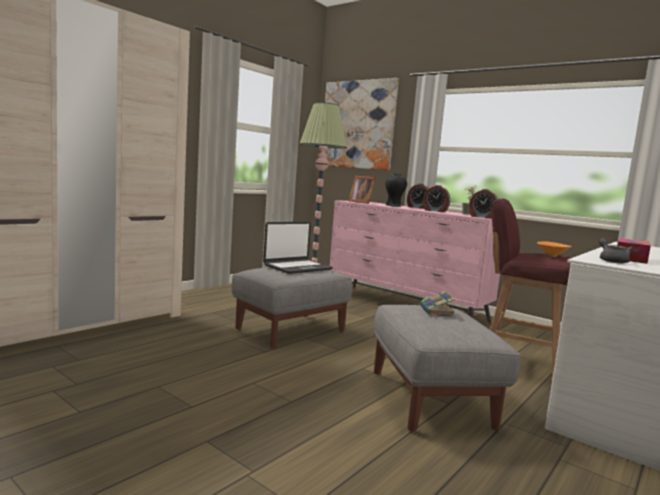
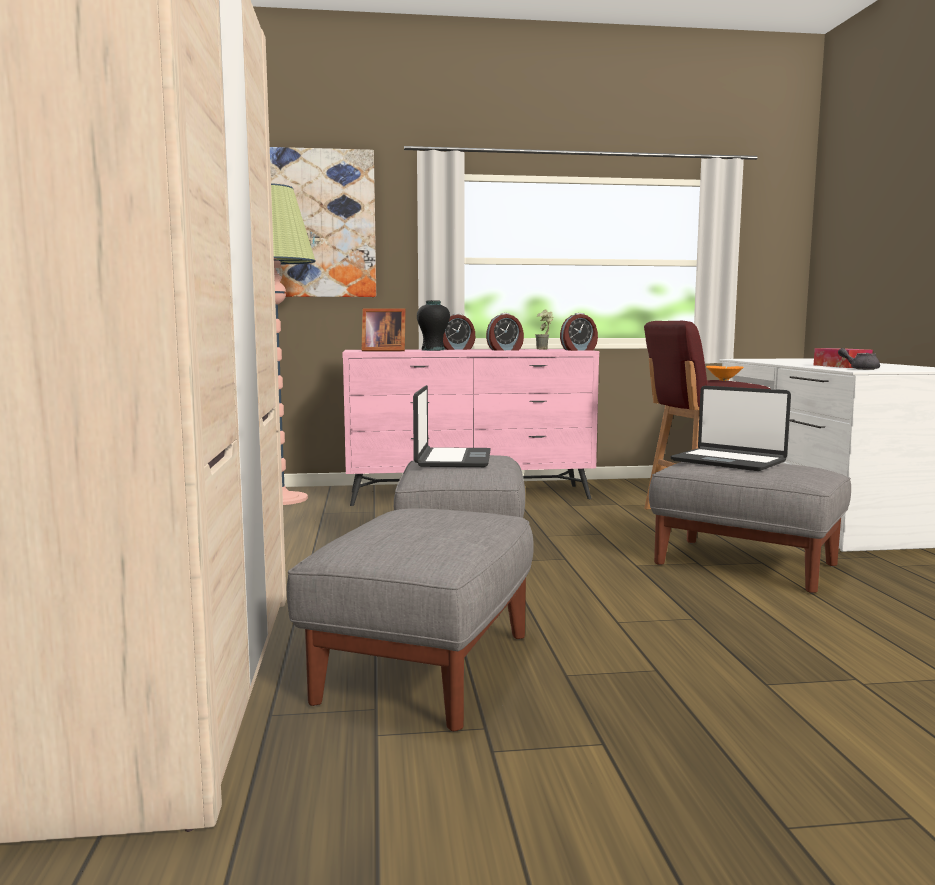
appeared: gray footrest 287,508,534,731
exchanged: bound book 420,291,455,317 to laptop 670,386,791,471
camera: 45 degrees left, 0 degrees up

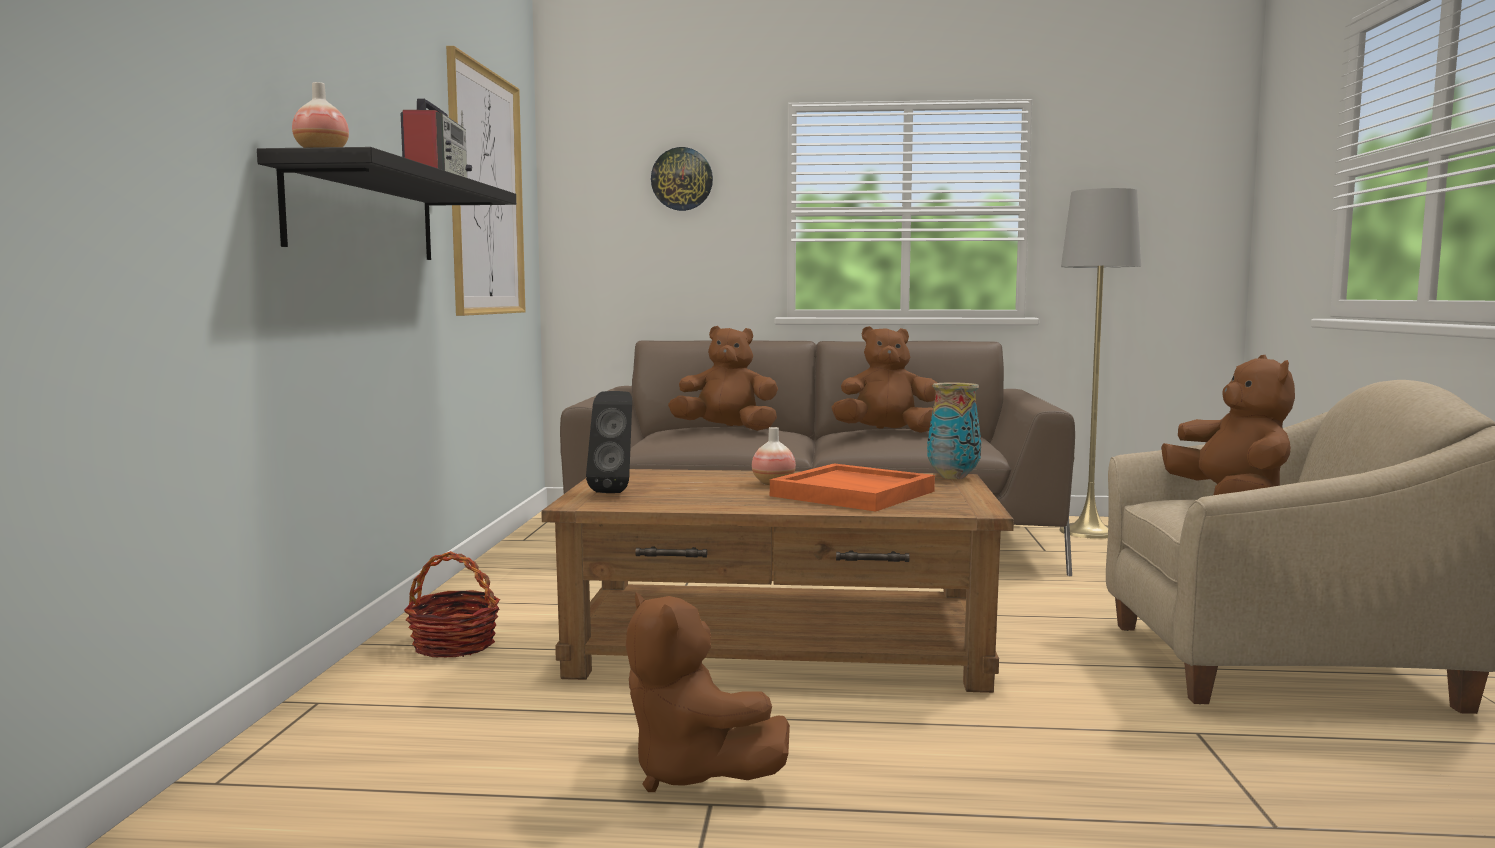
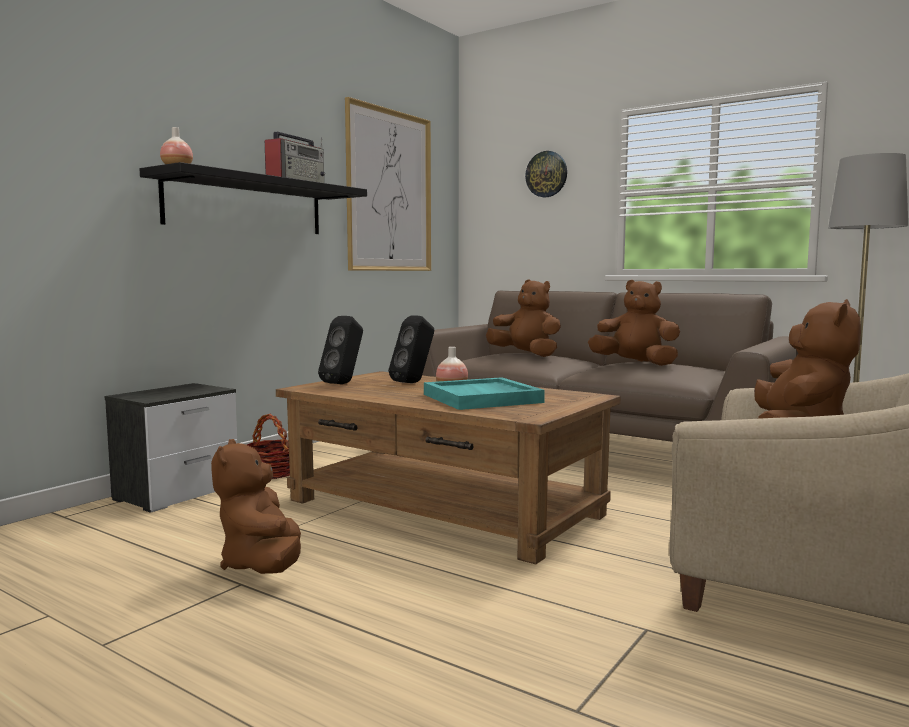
missing: vase 927,383,981,479
appeared: blackish audio speaker 389,315,434,383; bedside table 105,383,237,513
colour: orange-coloured serving tray 770,464,935,512 to turquoise serving tray 424,377,545,410
camera: 30 degrees right, 0 degrees up

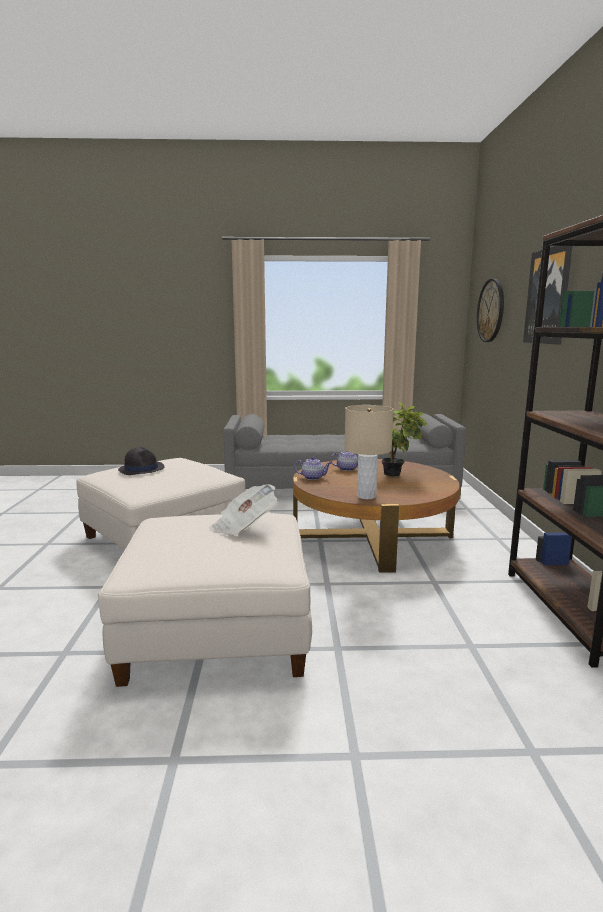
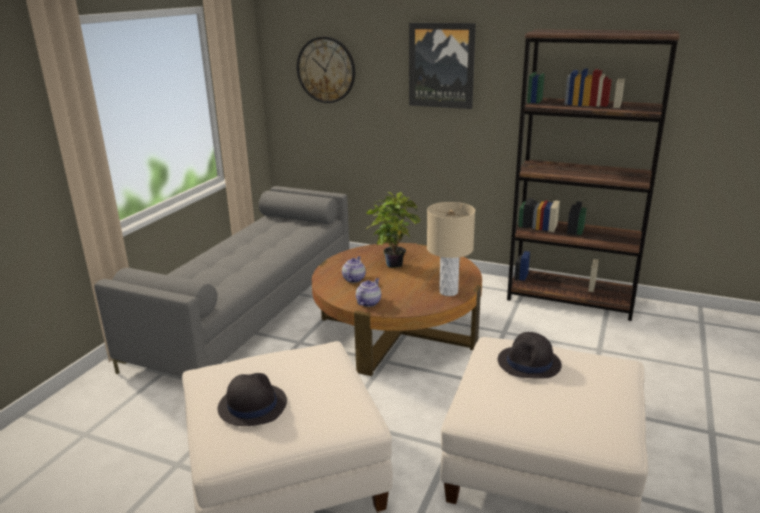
exchanged: printed paper 209,484,277,536 to blackish wearable hat 498,332,562,378
camera: 65 degrees left, 10 degrees up

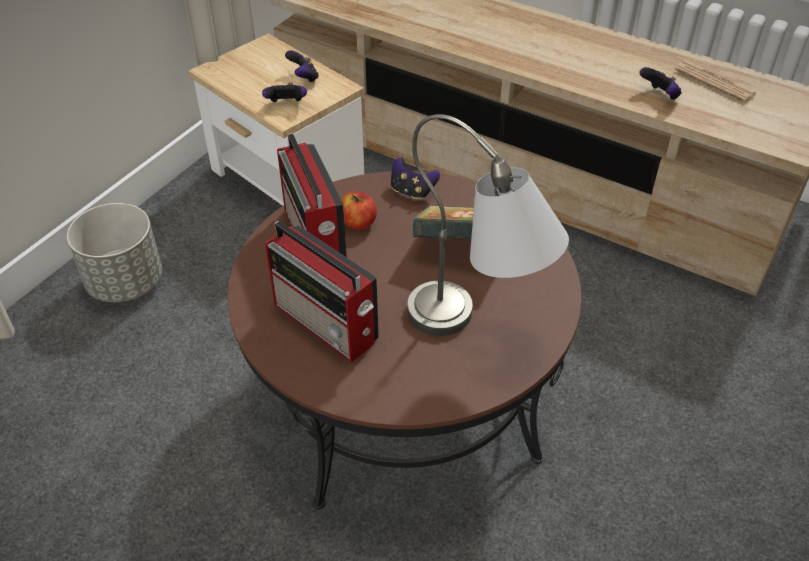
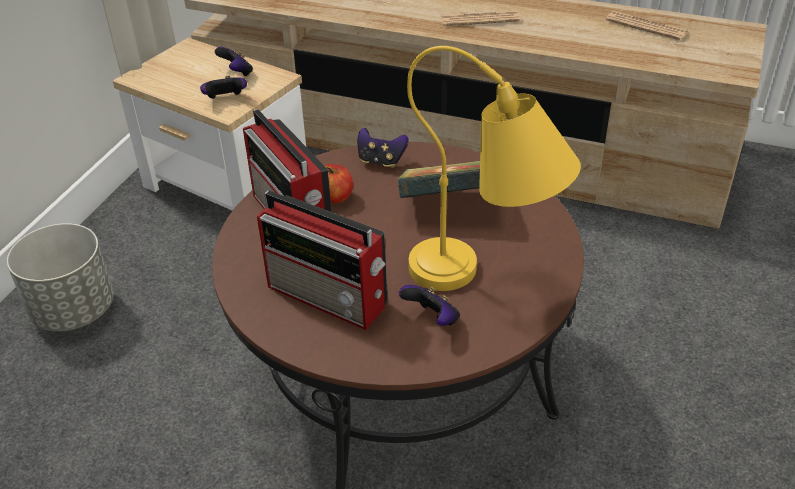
appeared: printed paper 441,11,520,26
relocated: joypad 639,67,682,100 to 399,285,460,326
colour: gray lamp for a table 407,114,569,336 to yellow-coloured lamp for a table 407,46,581,291
camera: 10 degrees left, 5 degrees down

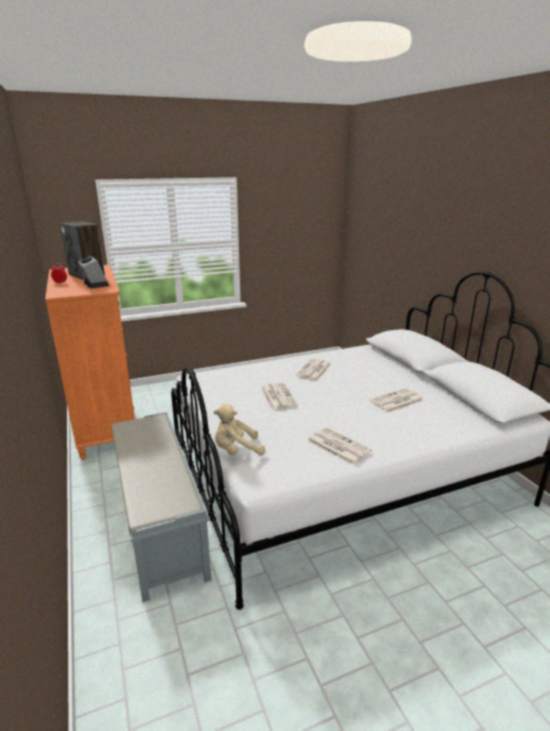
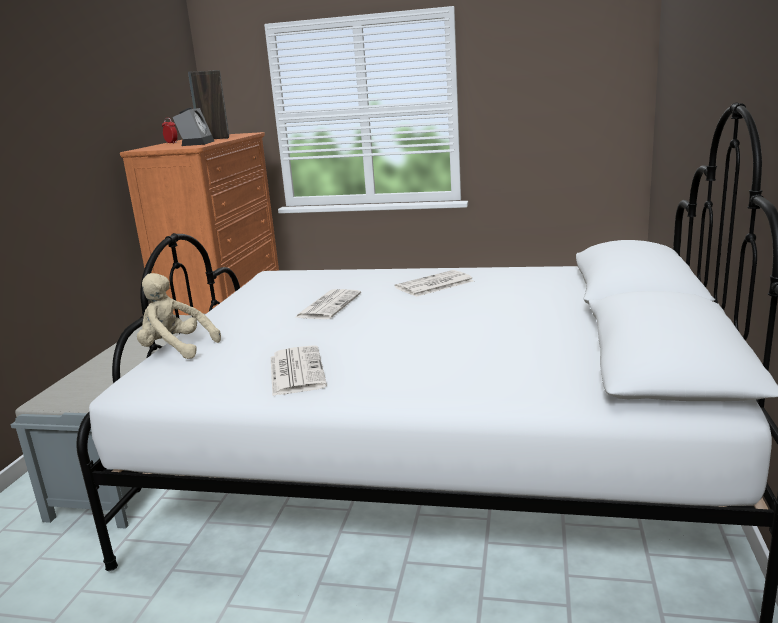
missing: printed paper 370,388,424,413
camera: 35 degrees right, 5 degrees down

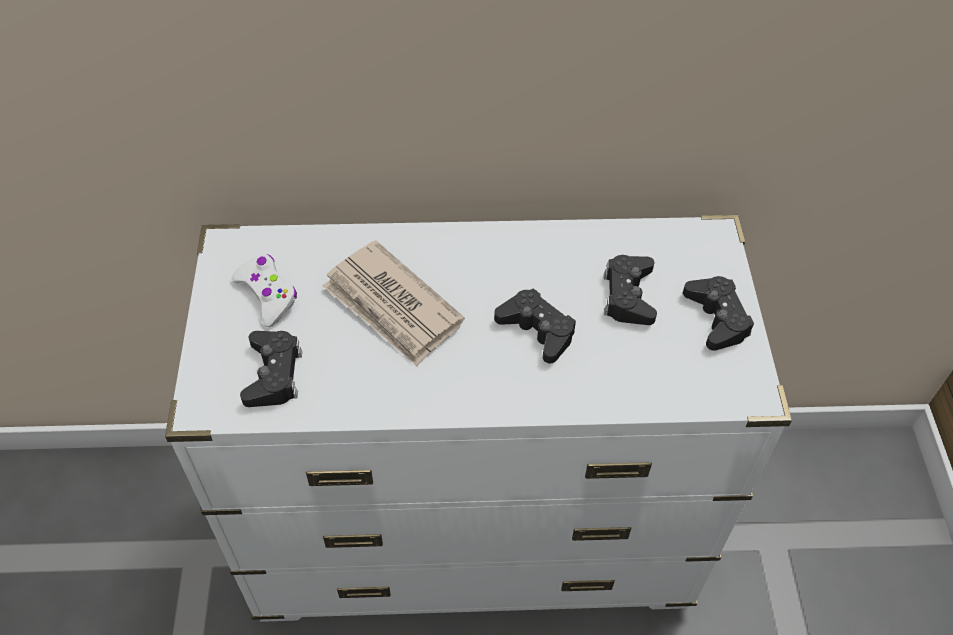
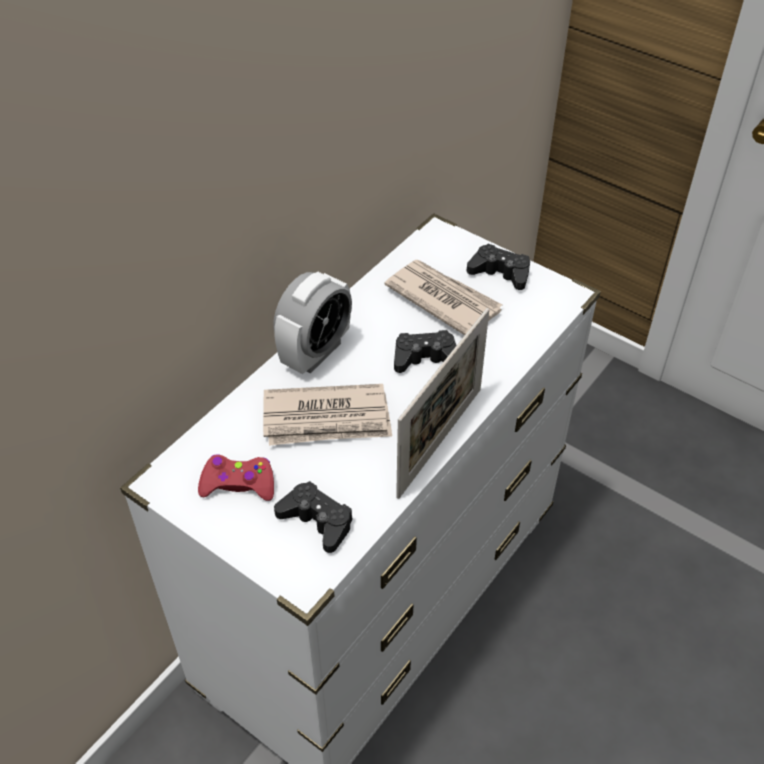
appeared: table clock 273,272,352,374; photo frame 396,308,489,499
exchanged: blackish joypad 604,255,657,325 to printed paper 384,260,502,335
colour: white-coloured joypad 231,254,297,327 to red joypad 198,454,274,501
camera: 50 degrees left, 5 degrees down

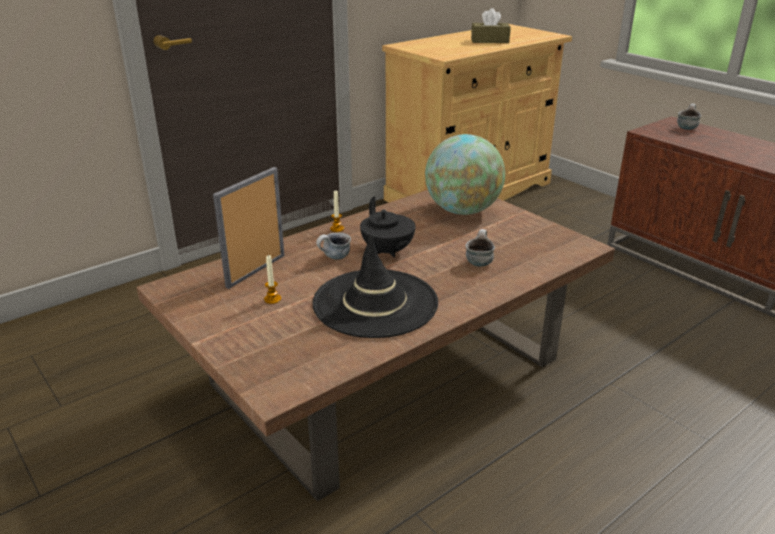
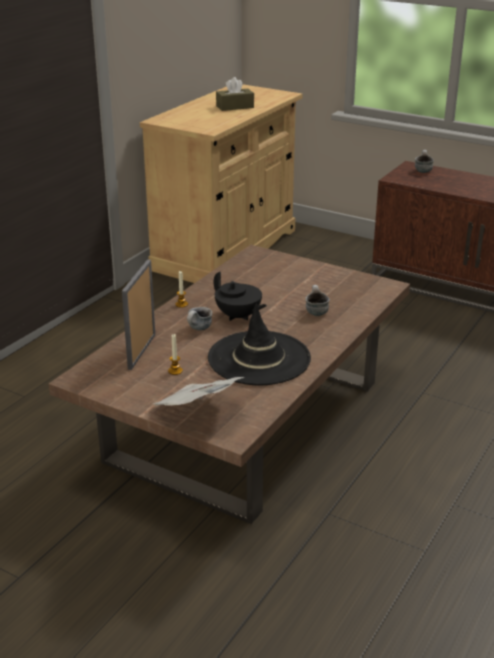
missing: world globe 425,134,505,215
appeared: printed paper 153,377,245,405
camera: 20 degrees left, 0 degrees up

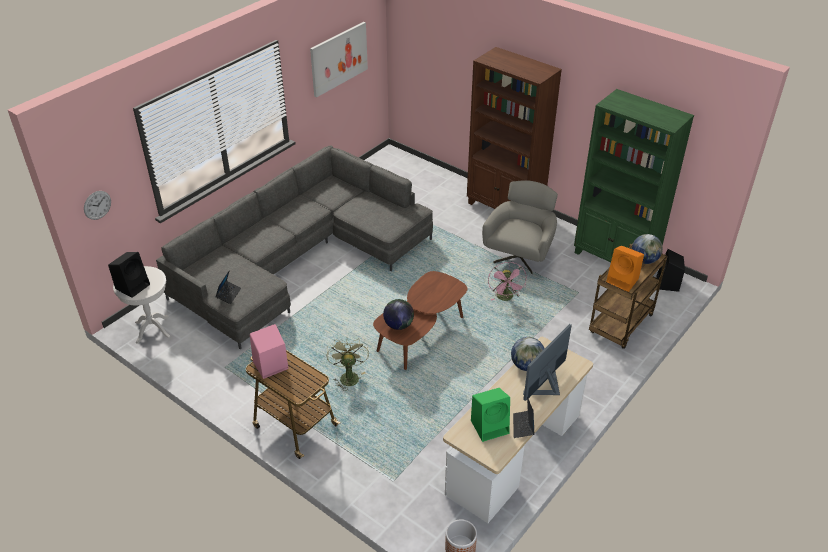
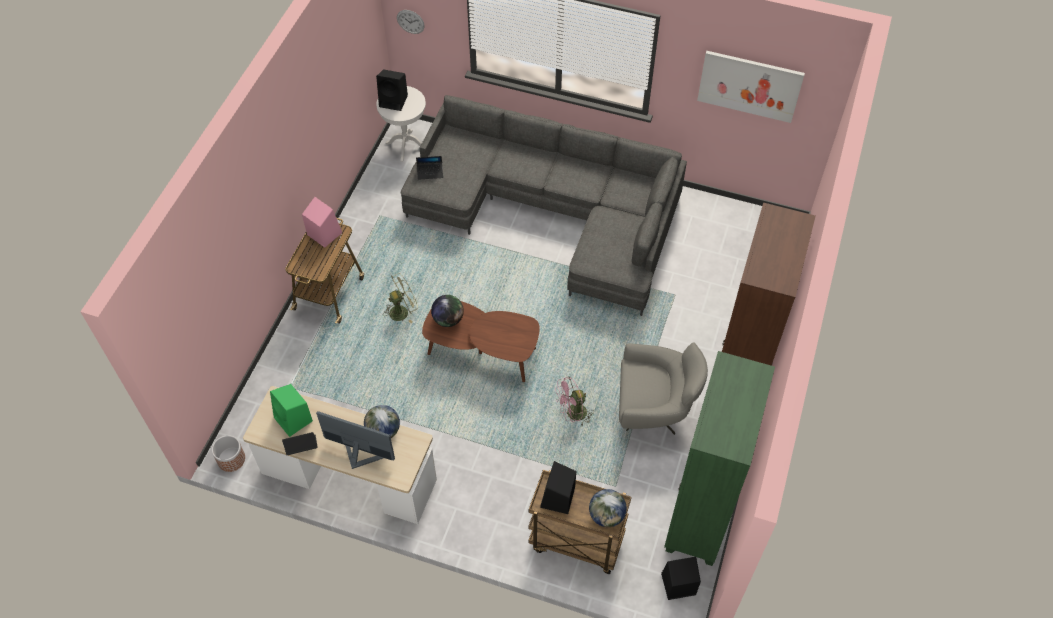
colour: orange-coloured audio speaker 606,246,644,292 to blackish audio speaker 540,461,576,514
camera: 70 degrees right, 15 degrees up

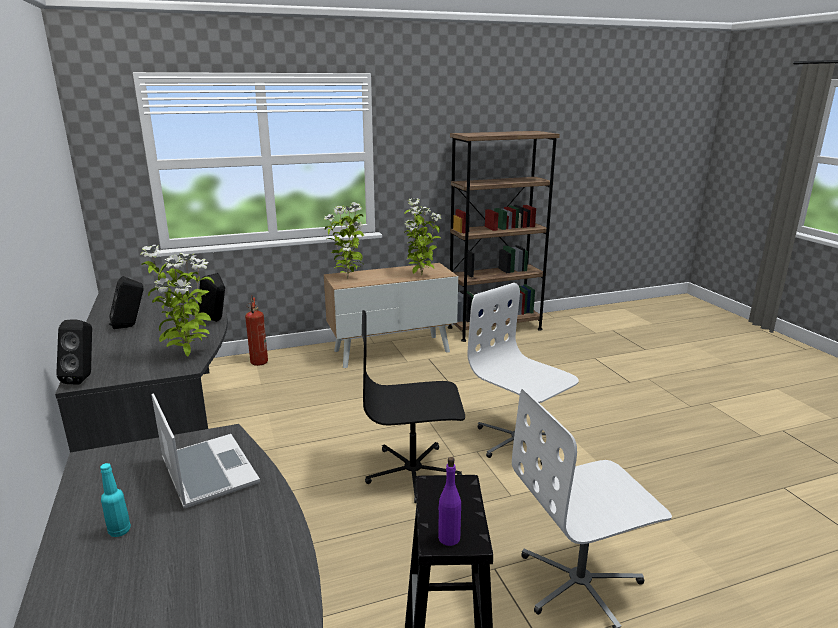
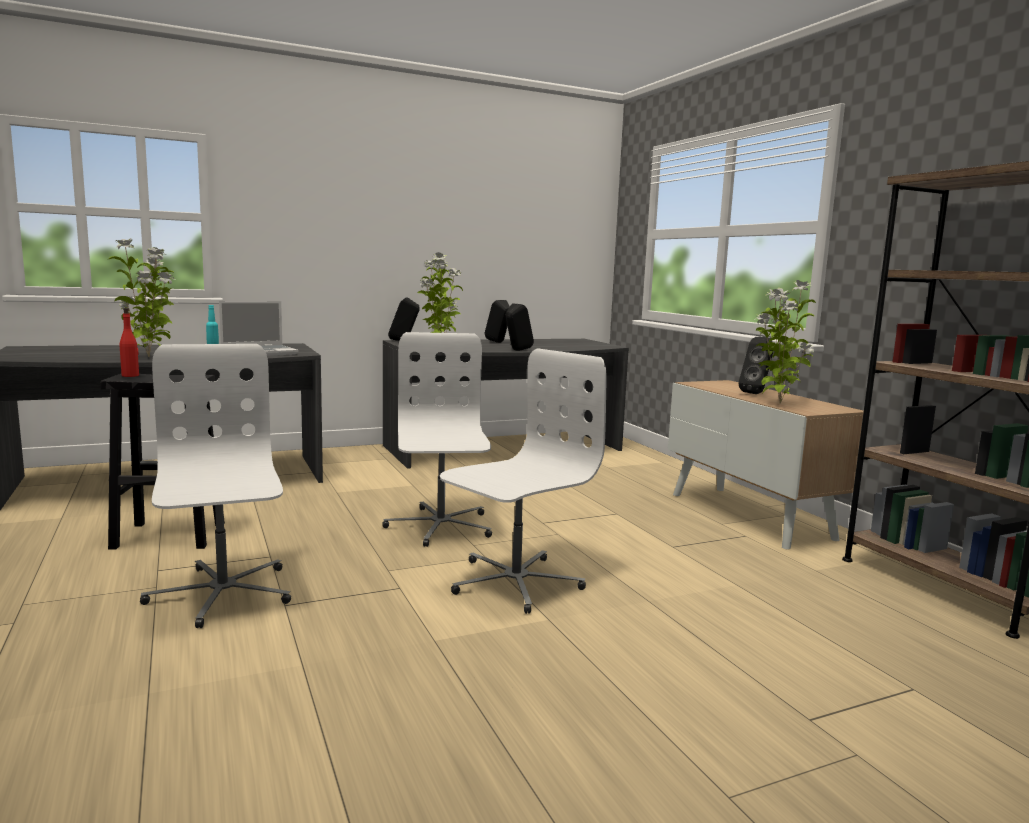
missing: fire extinguisher 245,295,268,366
appeared: blackish audio speaker 738,337,773,394
relocated: houseplant 324,202,364,279 to 108,238,175,357
colour: blackish desk chair 362,310,465,503 to white-coloured desk chair 382,332,492,547; purple-coloured drink bottle 438,457,461,546 to red drink bottle 120,308,139,377
camera: 85 degrees right, 10 degrees down

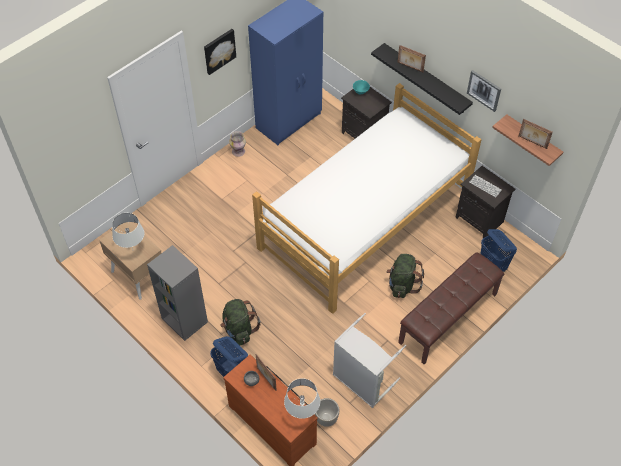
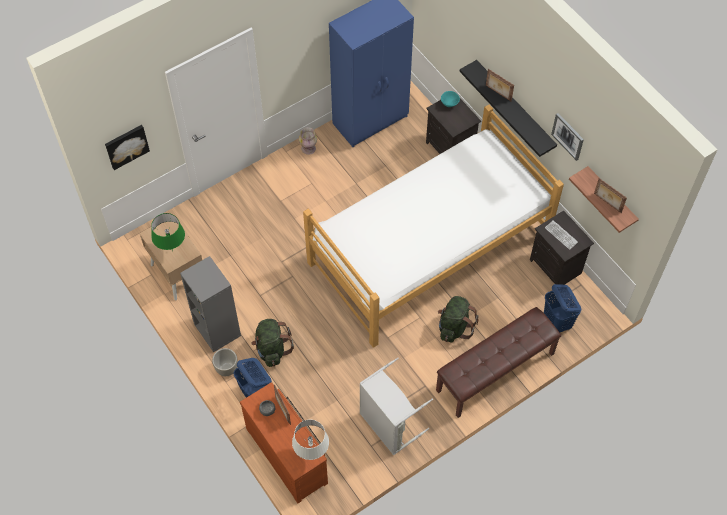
relocated: wall art 204,29,236,75 to 105,125,150,170; gray plant pot 315,398,339,427 to 212,348,238,376
colour: white-coloured lamp for a table 112,213,144,249 to greenish lamp for a table 151,213,185,251
camera: 10 degrees right, 5 degrees up

